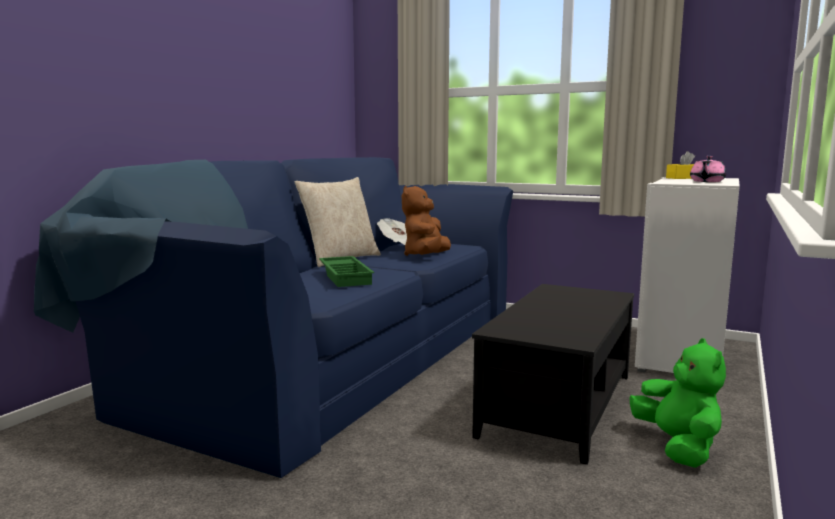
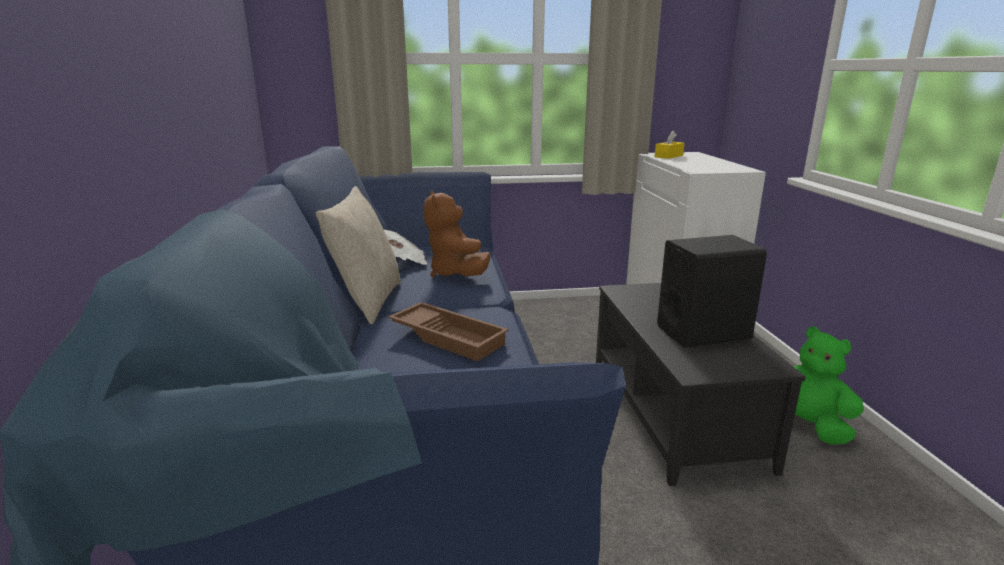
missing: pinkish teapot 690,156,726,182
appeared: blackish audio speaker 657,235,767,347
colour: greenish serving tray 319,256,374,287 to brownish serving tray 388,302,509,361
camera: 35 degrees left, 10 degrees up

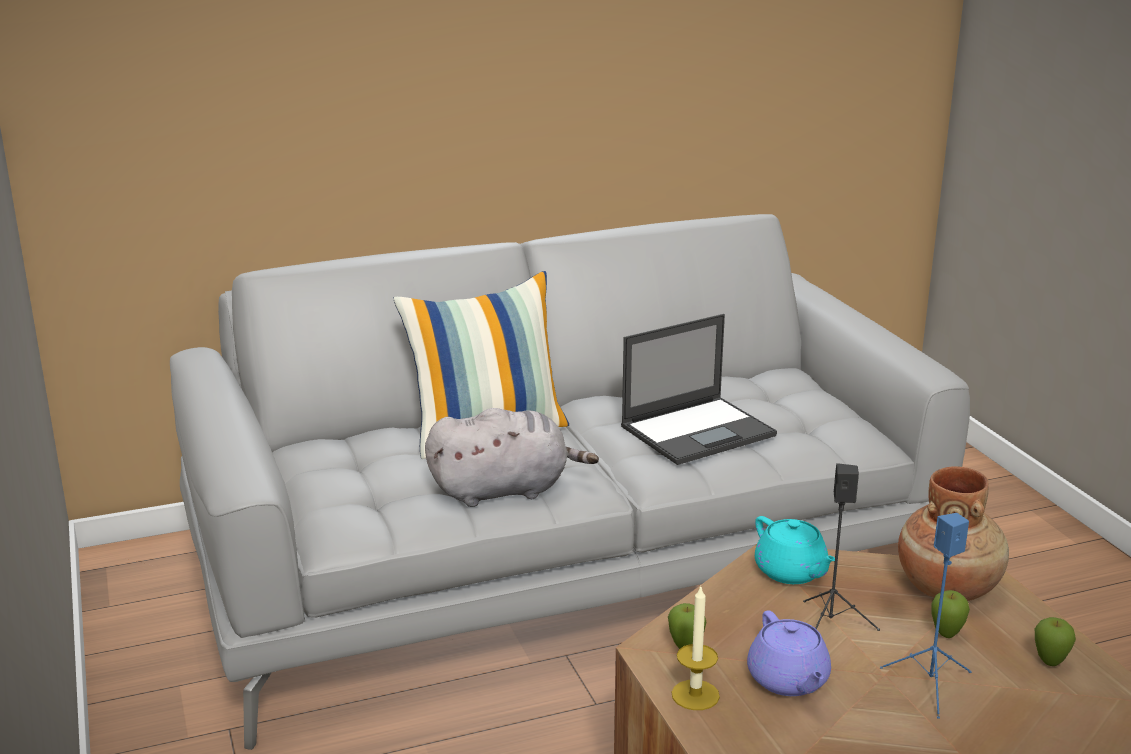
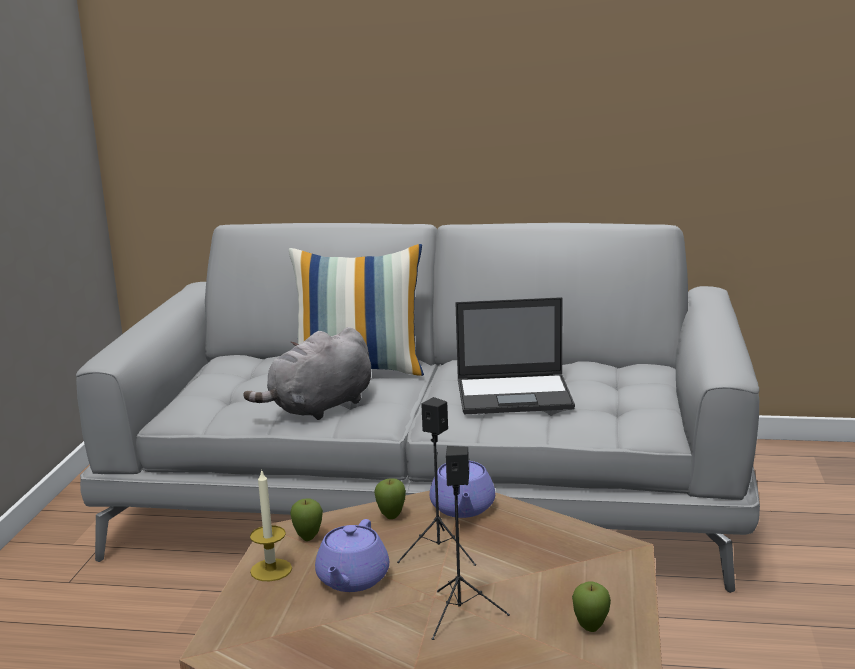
missing: brownish vase 898,466,1009,601
relocated: apple 931,590,970,638 to 374,478,406,519
colour: blue audio speaker 880,513,972,719 to blackish audio speaker 432,446,510,640; turquoise teapot 755,516,835,584 to purple-coloured teapot 430,461,495,518
spun: gray plush toy 425,408,599,507 = 243,327,371,420 120 degrees clockwise
camera: 30 degrees right, 5 degrees down

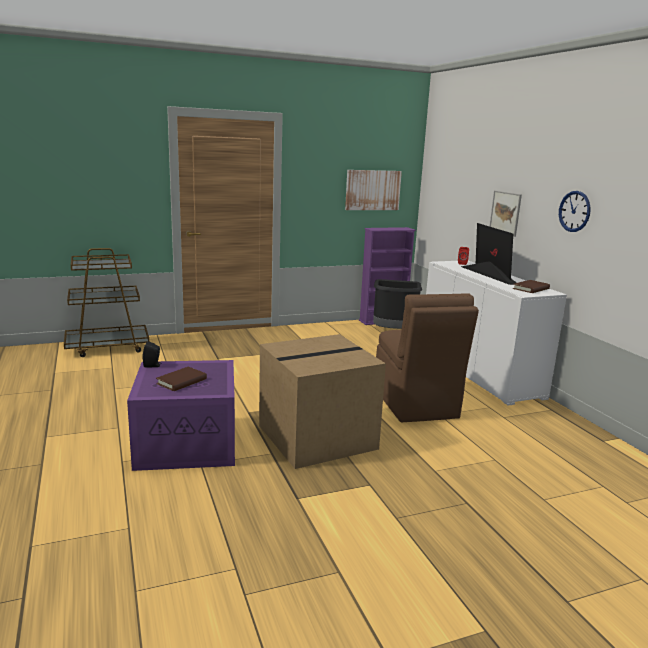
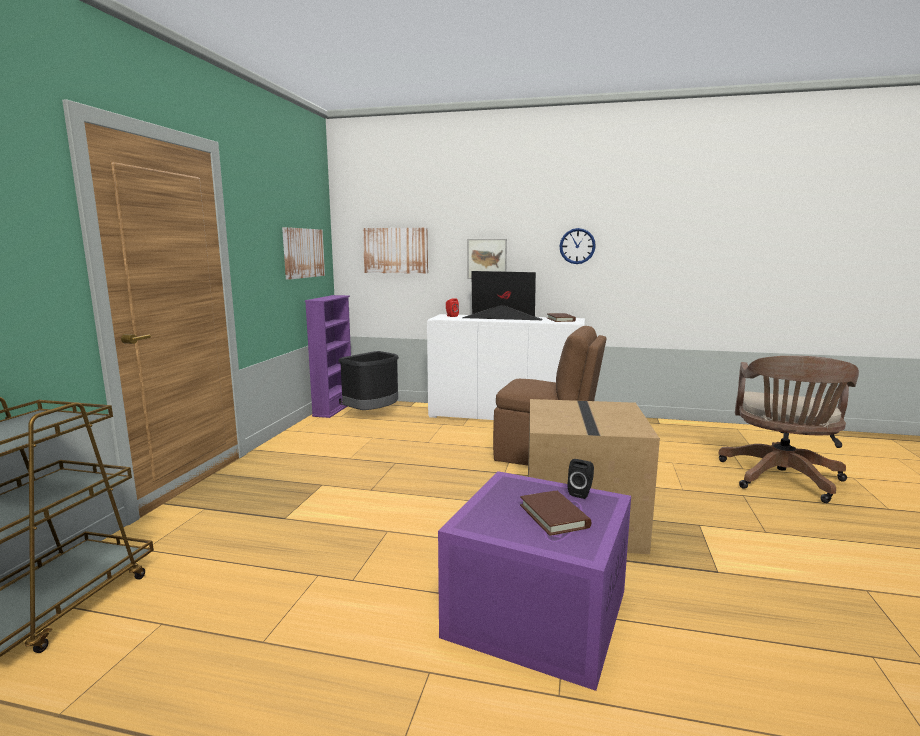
appeared: wall art 363,228,428,274; brownish desk chair 718,356,859,503
relocated: blackish audio speaker 142,341,162,368 to 568,459,594,499
camera: 55 degrees left, 5 degrees down

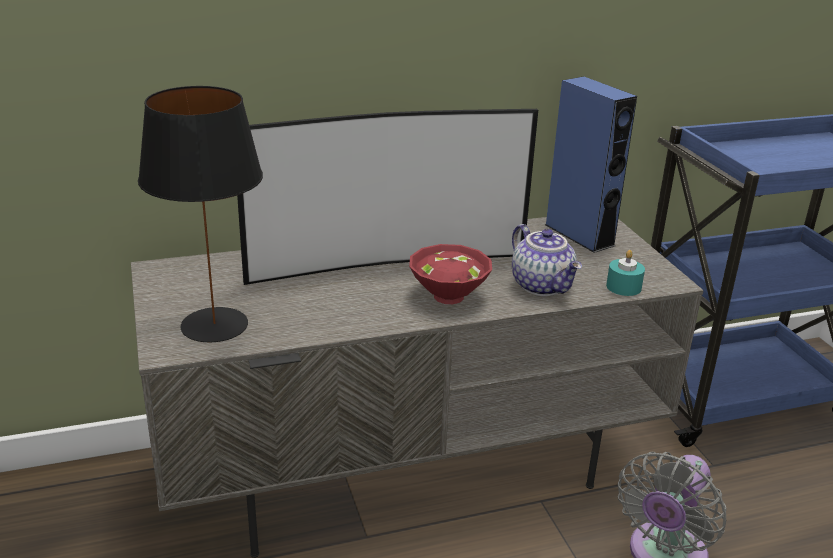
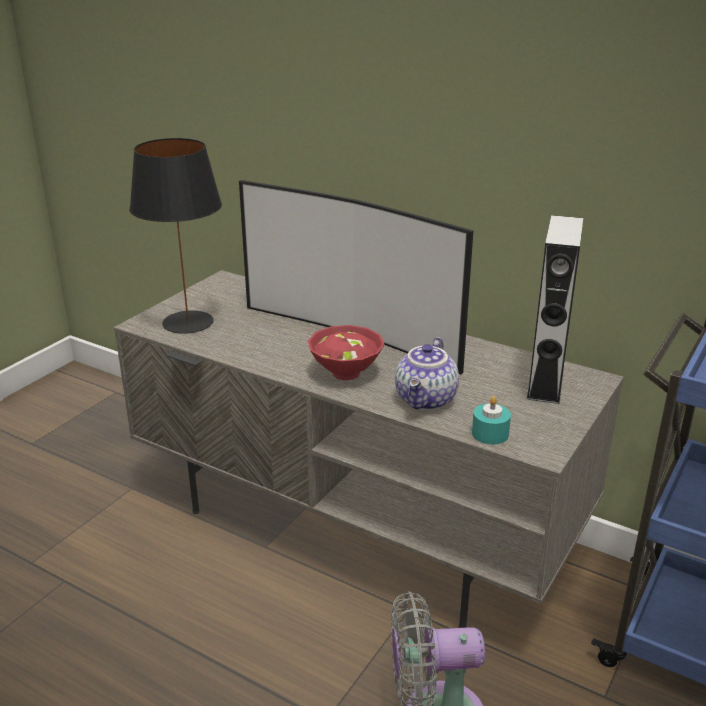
colour: blue audio speaker 545,77,637,253 to gray audio speaker 526,215,583,404
camera: 50 degrees right, 0 degrees up

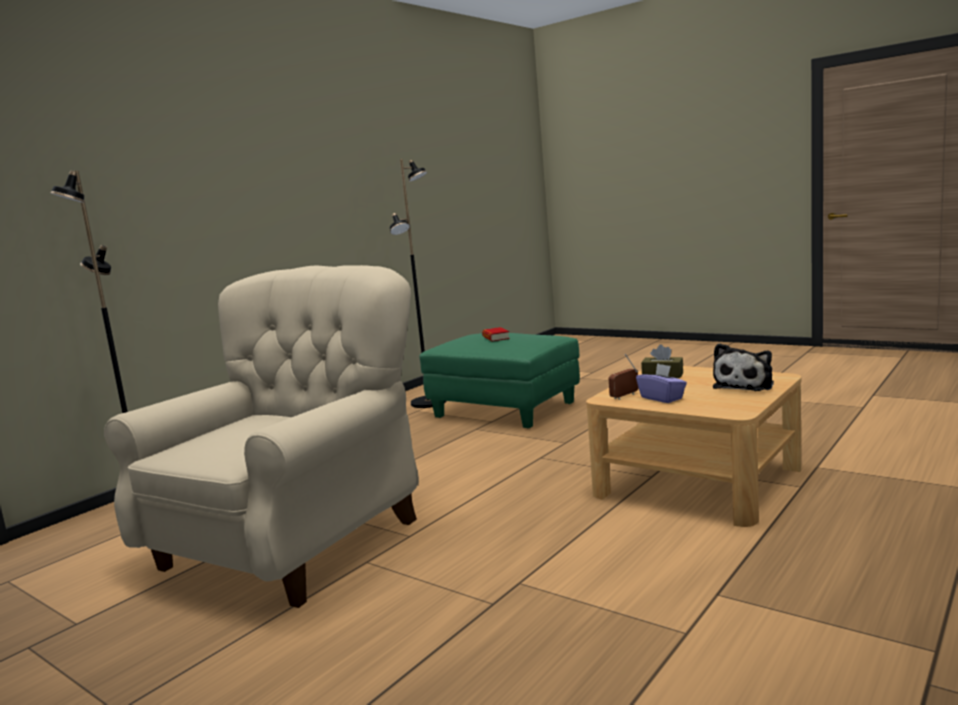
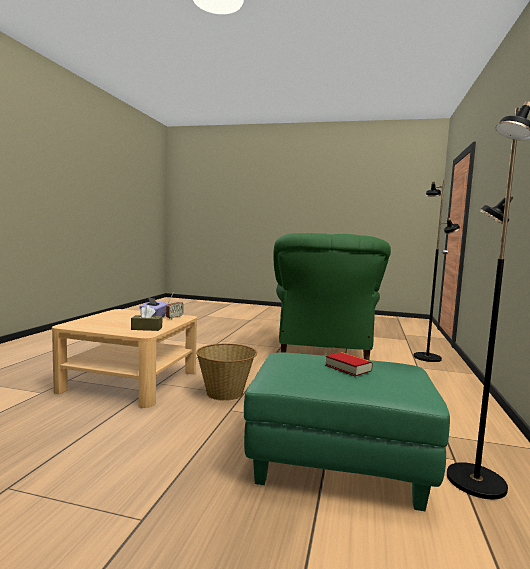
missing: plush toy 713,343,774,391
appeared: basket 196,344,257,401
colour: sand-coloured easy chair 104,265,419,608 to greenish easy chair 273,233,391,360
camera: 155 degrees right, 5 degrees down

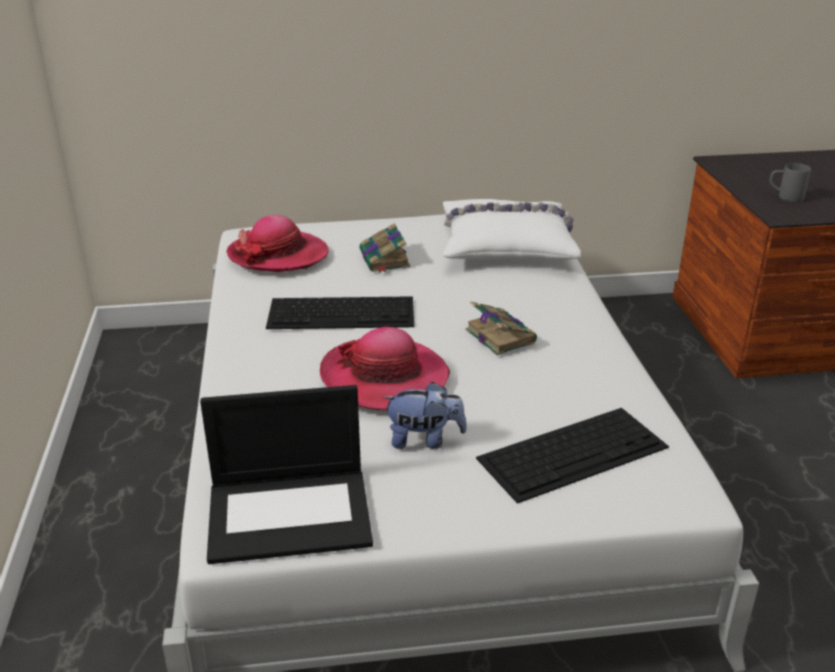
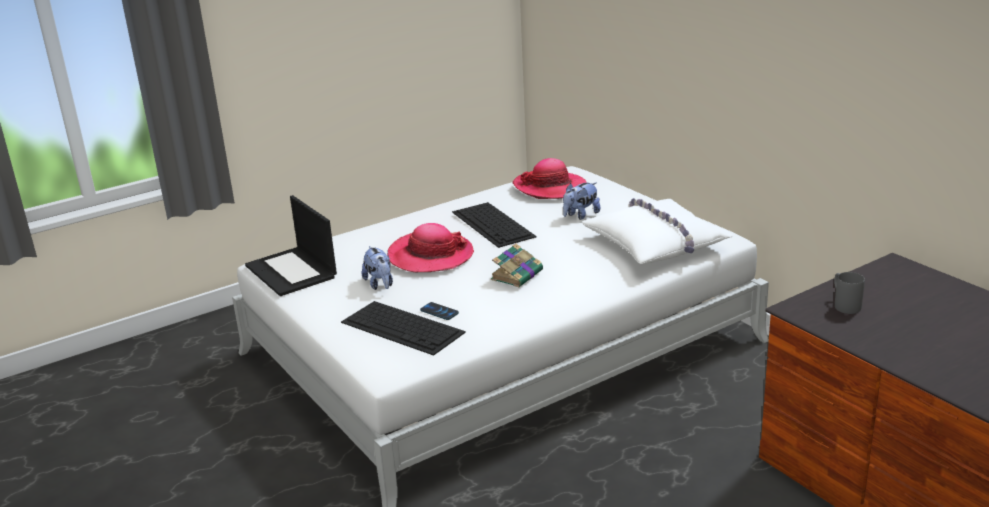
appeared: handset 420,302,459,320
exchanged: bound book 359,223,410,273 to plush toy 563,182,600,220
camera: 65 degrees right, 5 degrees down

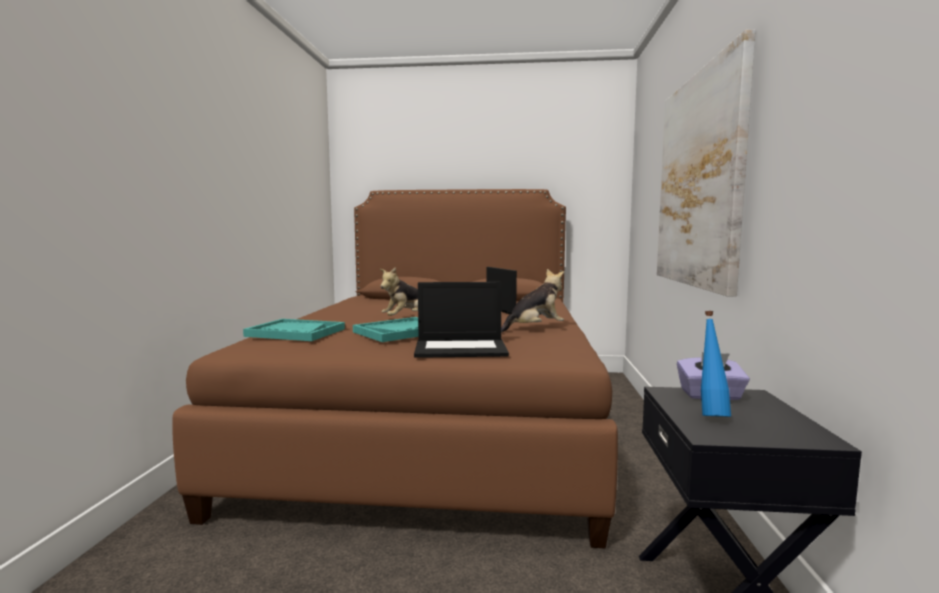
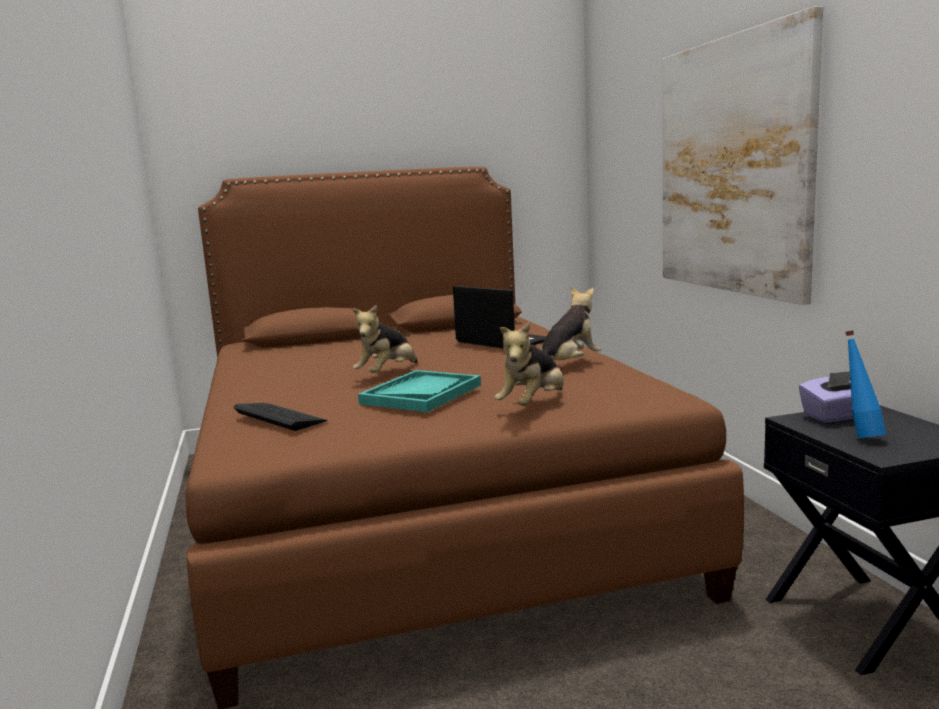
exchanged: laptop 414,282,509,358 to plush toy 495,322,564,406; turquoise serving tray 243,319,345,341 to PC keyboard 233,403,328,431
camera: 20 degrees left, 5 degrees up

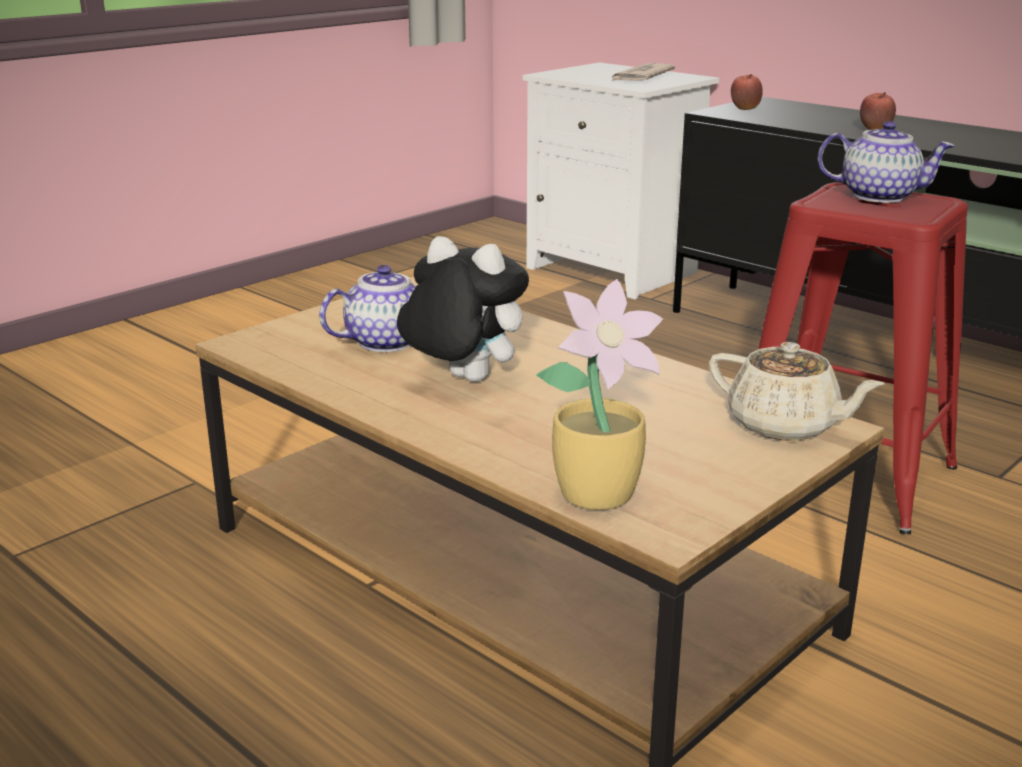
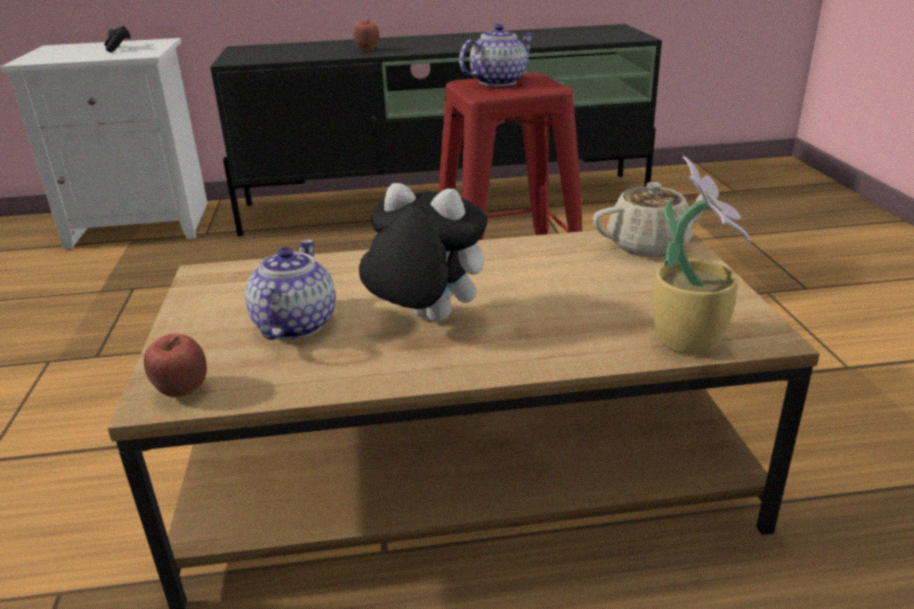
relocated: apple 731,74,763,110 to 144,334,207,397
exchanged: printed paper 611,63,675,81 to blackish joypad 104,26,131,52
spun: plush toy 397,236,529,382 = 359,183,487,322 45 degrees clockwise
camera: 50 degrees left, 5 degrees up

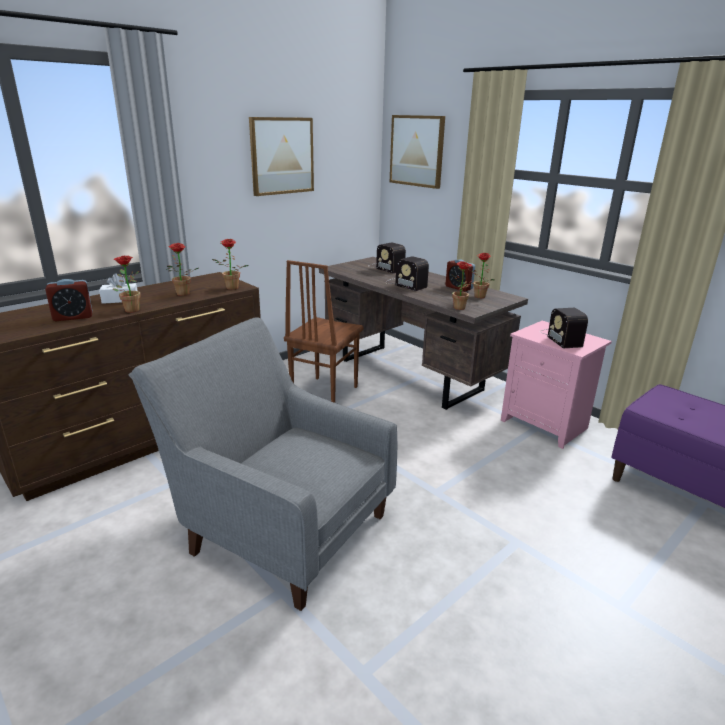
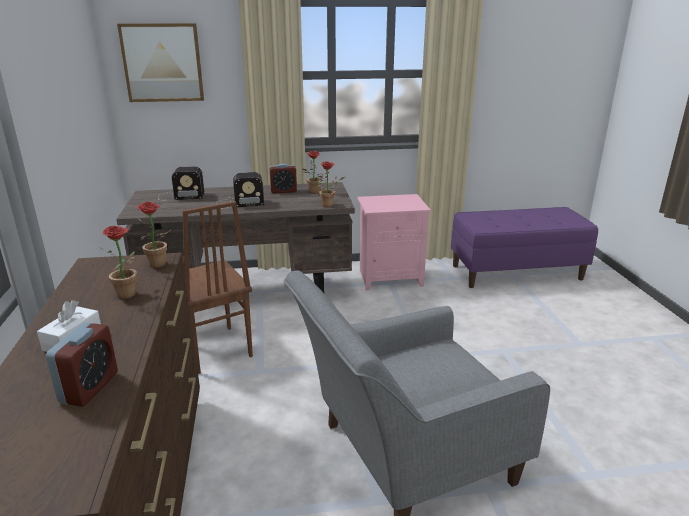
missing: wall art 249,117,314,196; houseplant 113,256,140,313; radio 540,308,588,349
camera: 55 degrees left, 0 degrees up

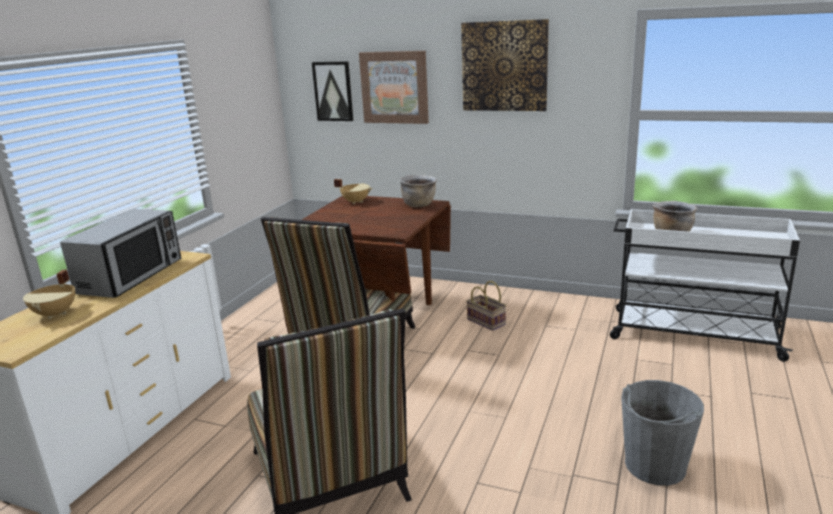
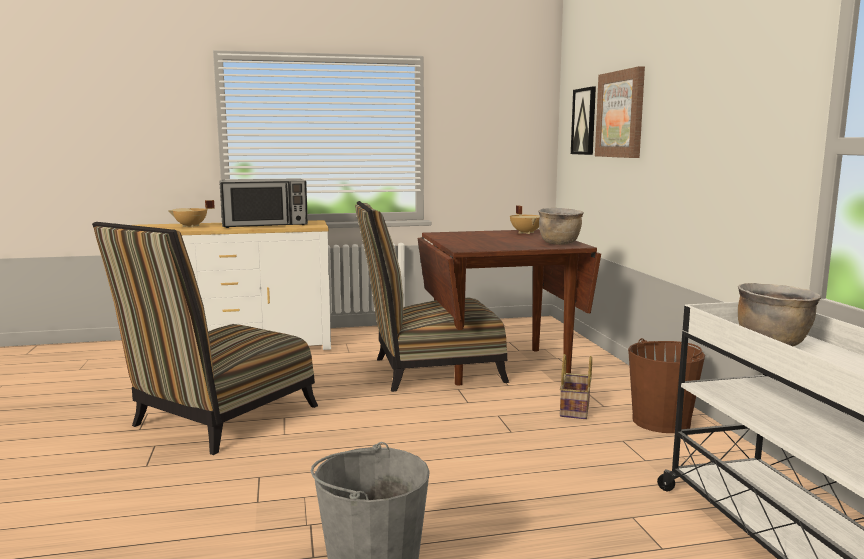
missing: wall art 461,19,549,111
appeared: brownish pail 628,338,705,433
camera: 55 degrees right, 10 degrees down

